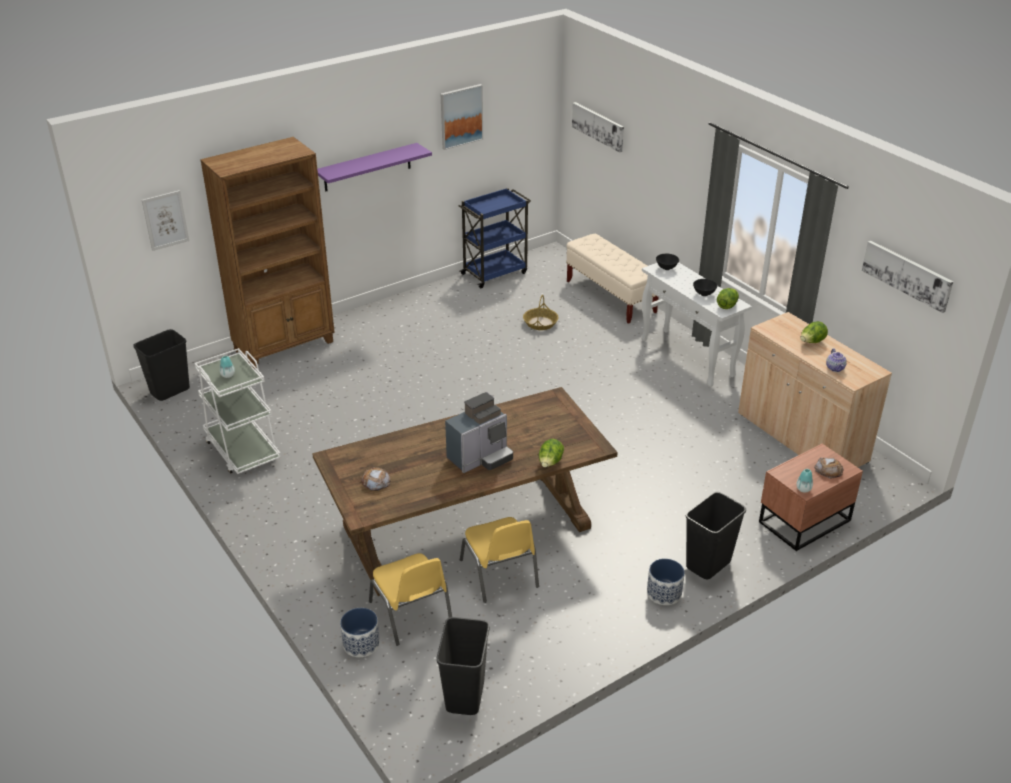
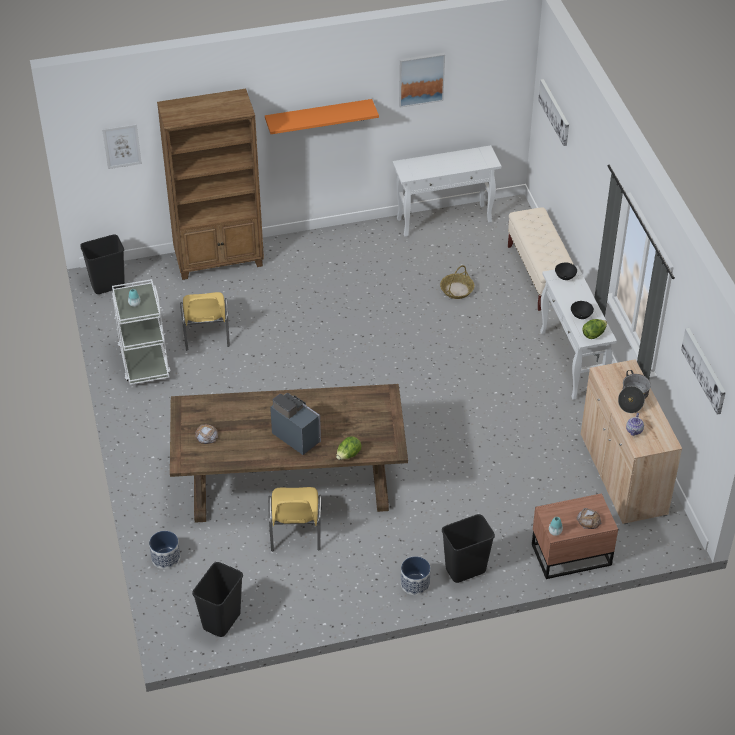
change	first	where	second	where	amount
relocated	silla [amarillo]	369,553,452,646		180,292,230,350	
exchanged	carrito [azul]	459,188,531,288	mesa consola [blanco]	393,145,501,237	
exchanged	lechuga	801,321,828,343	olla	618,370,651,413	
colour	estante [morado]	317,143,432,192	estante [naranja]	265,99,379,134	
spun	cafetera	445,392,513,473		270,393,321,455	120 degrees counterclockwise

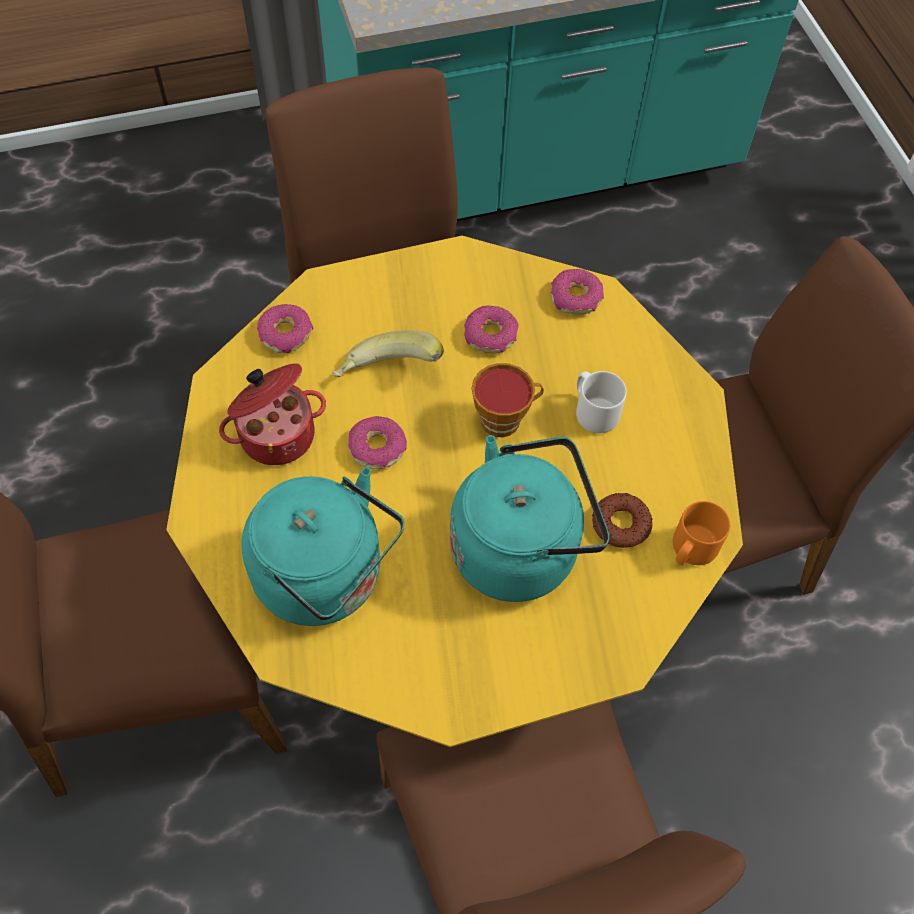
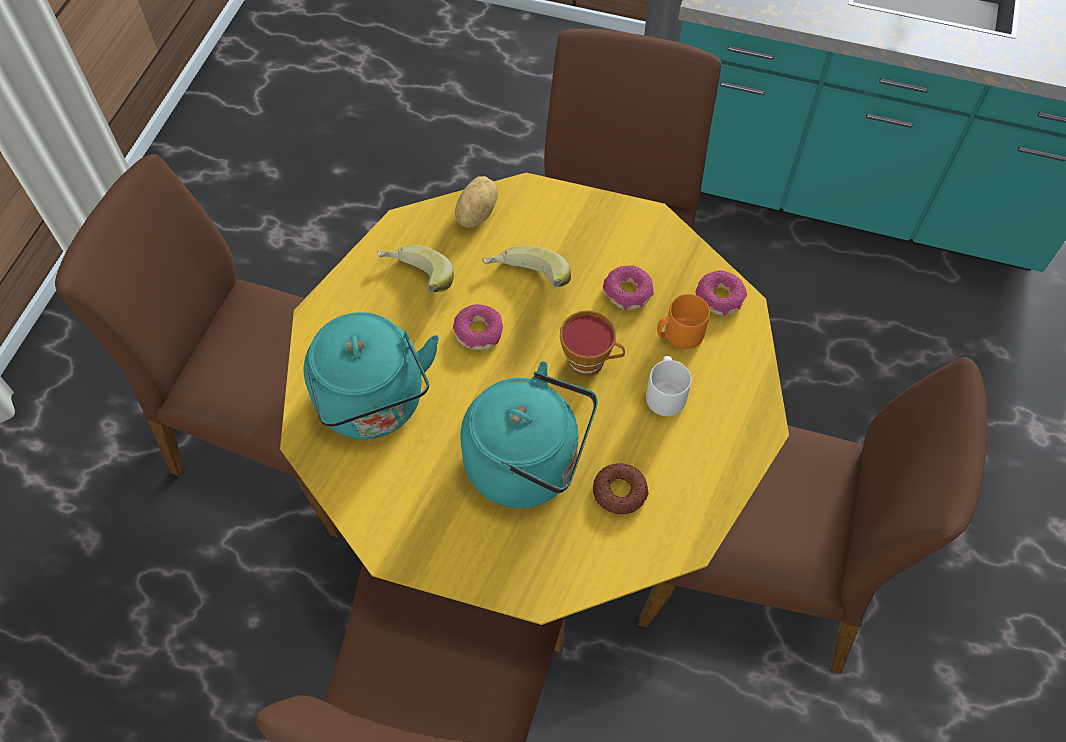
change	first	where	second	where	amount
relocated	taza grande [naranja]	673,501,730,565		657,294,710,349	
exchanged	olla	219,363,326,465	plátano	377,245,454,292	
exchanged	rosquilla	257,304,313,353	patata	455,176,498,227	

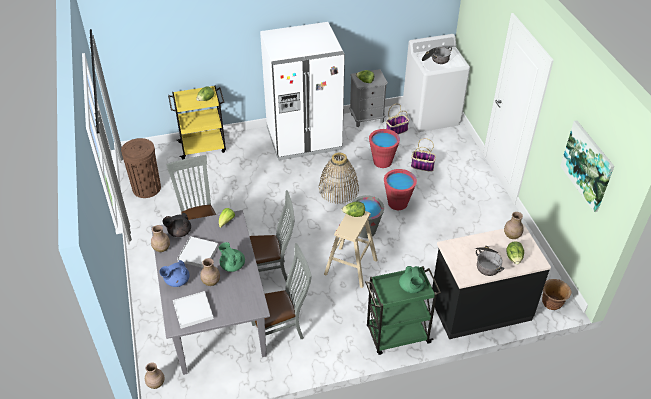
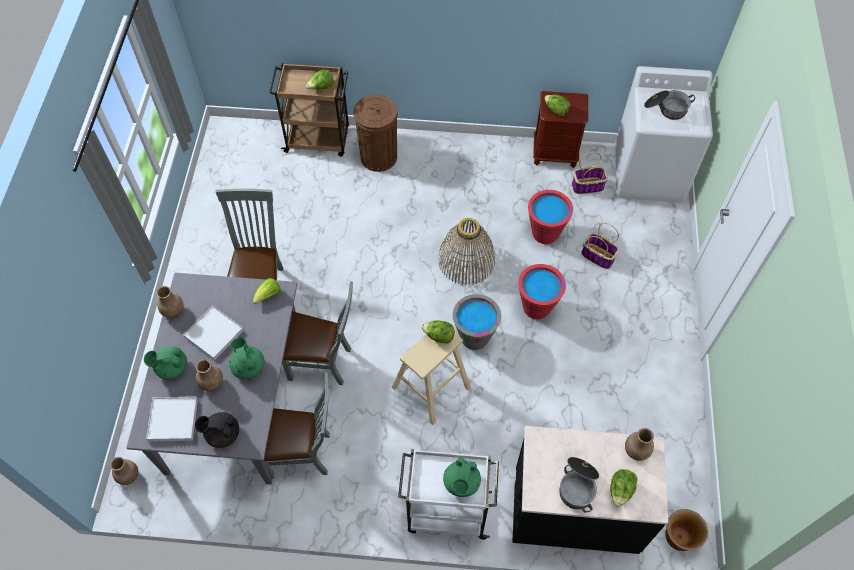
change	first	where	second	where	amount
missing	nevera [blanco]	260,22,345,160			
missing	cuadro	560,121,614,212			
relocated	papelera [marrón]	121,138,161,198		354,95,398,172	
relocated	tetera [negro]	162,213,191,237		195,412,239,448	
colour	tetera [azul]	159,260,189,287	tetera [verde]	144,346,187,380	
colour	carrito [amarillo]	168,85,226,159	carrito [marrón]	269,63,349,157	
colour	mesita de noche [gris]	349,69,388,127	mesita de noche [marrón]	533,91,588,168	
colour	carrito [verde]	365,266,441,355	carrito [blanco]	398,449,499,540	

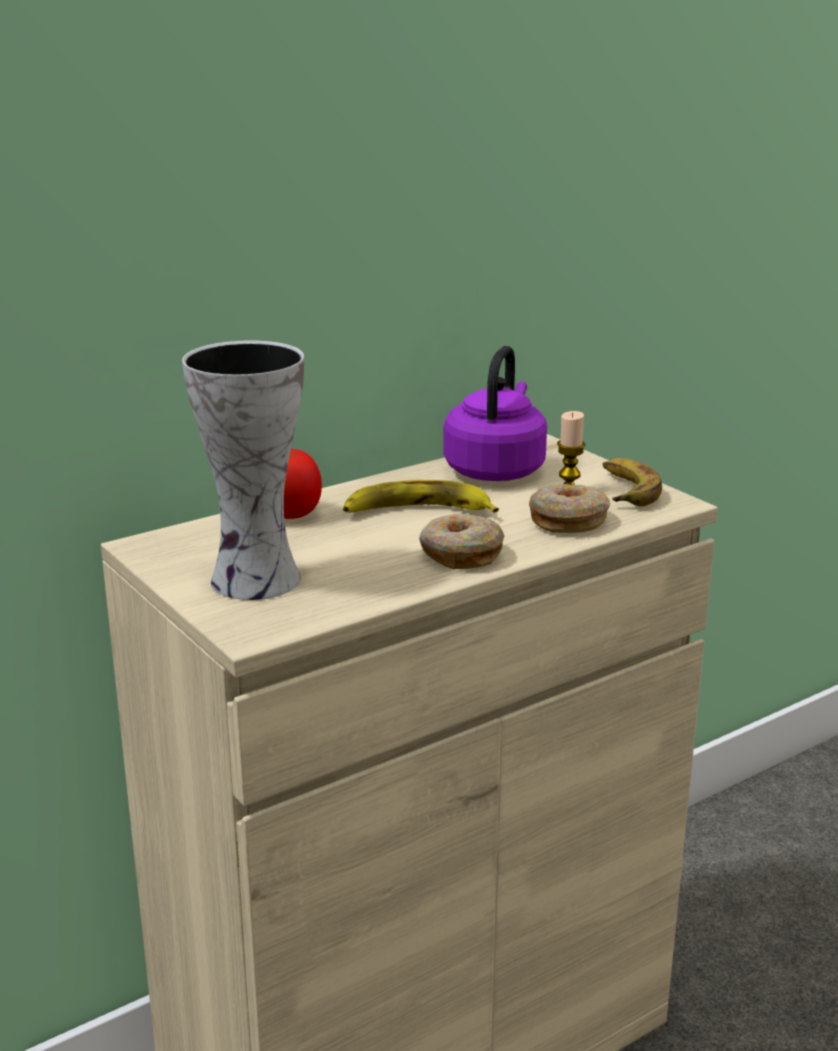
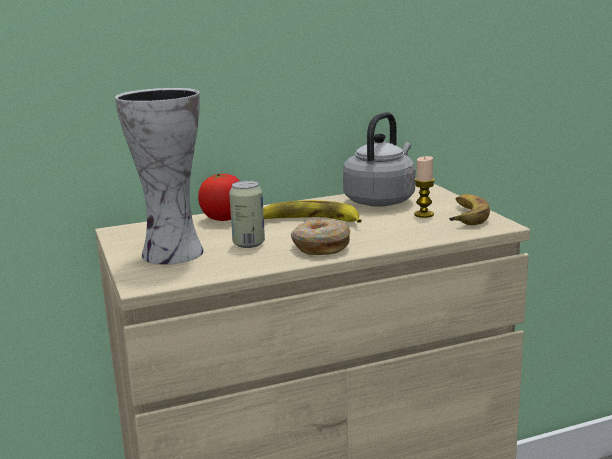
change	first	where	second	where	amount
missing	rosquilla	529,484,610,533			
appeared			lata	229,180,265,248	
colour	hervidor [morado]	443,345,547,481	hervidor [gris]	343,112,415,207	

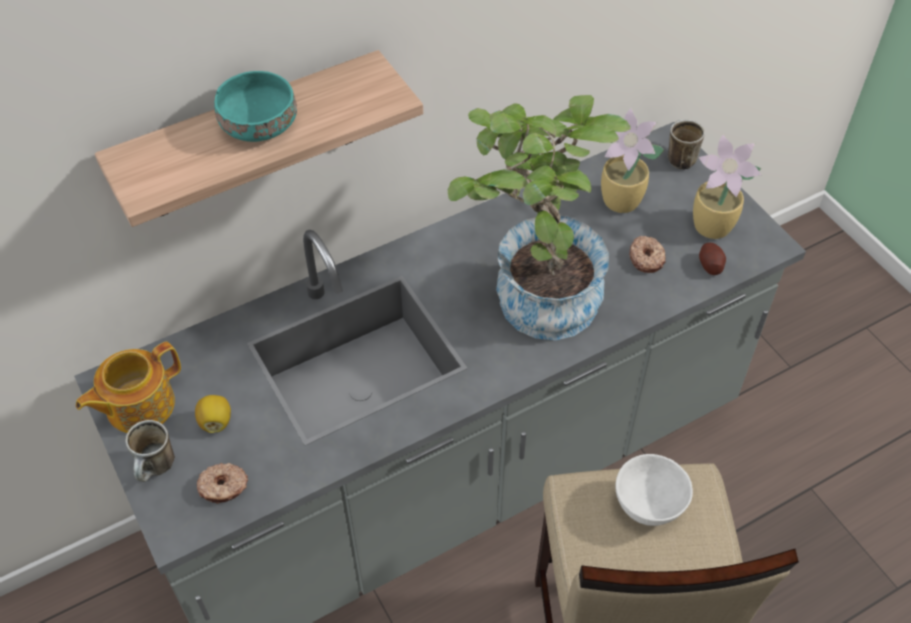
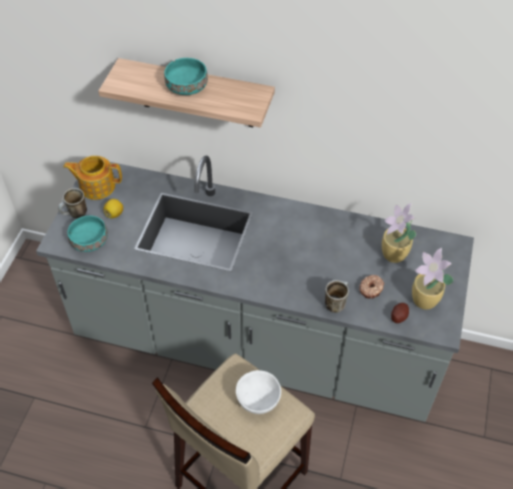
change	first	where	second	where	amount
missing	planta en maceta	448,95,631,340			
relocated	taza grande	668,120,705,170		325,280,349,313	
exchanged	rosquilla	197,463,248,504	cuenco [turquesa]	67,215,108,252	

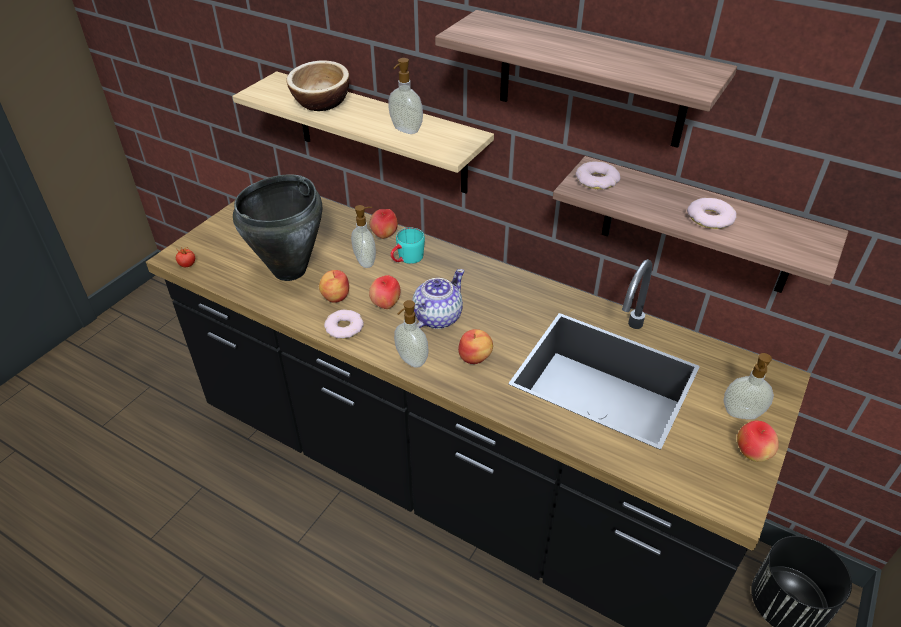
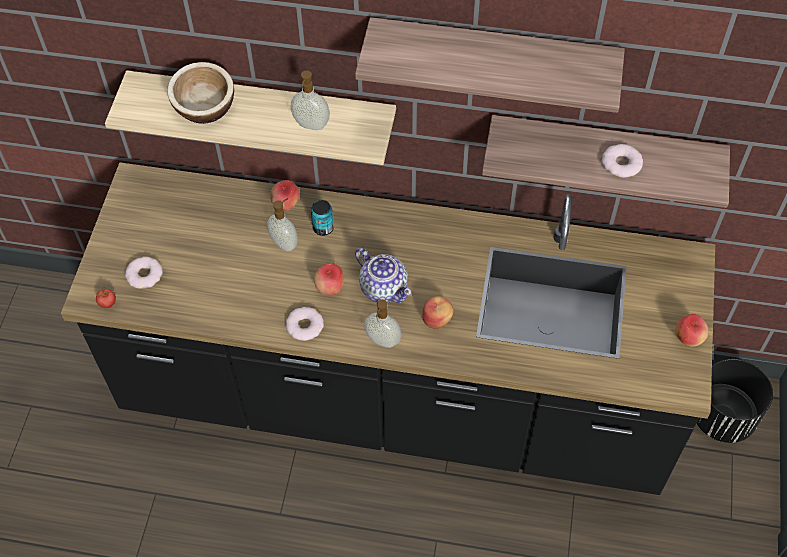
change	first	where	second	where	amount
missing	olla [negro]	233,174,322,281			
missing	manzana	319,270,349,303			
missing	dispensador de jabón	724,353,774,420			
relocated	rosquilla	575,161,620,189		125,257,163,289	
exchanged	taza grande [turquesa]	391,228,425,264	lata	311,200,334,236	
spun	tetera	412,269,464,329		355,248,412,303	120 degrees clockwise

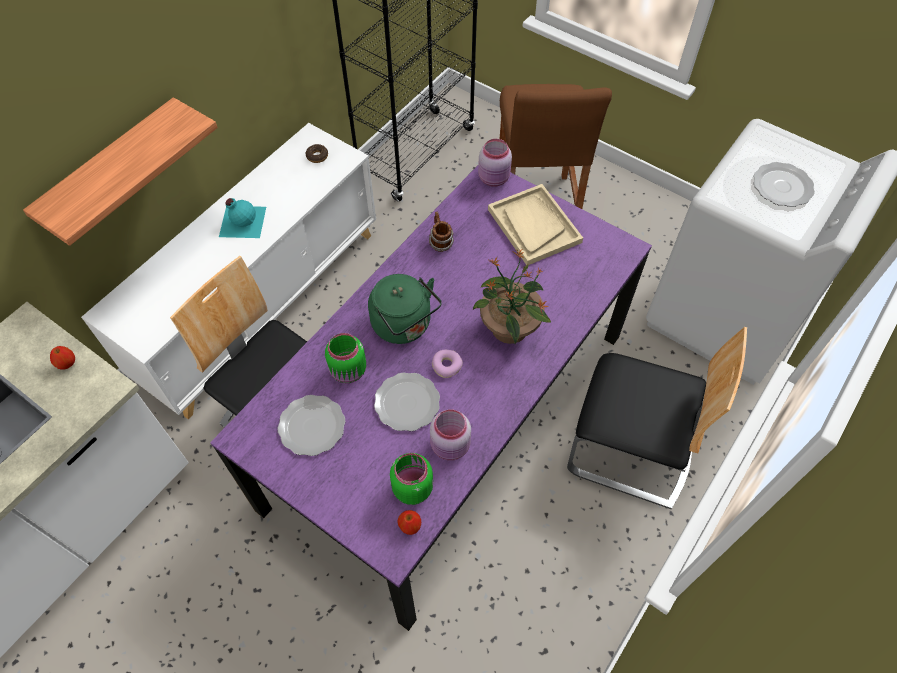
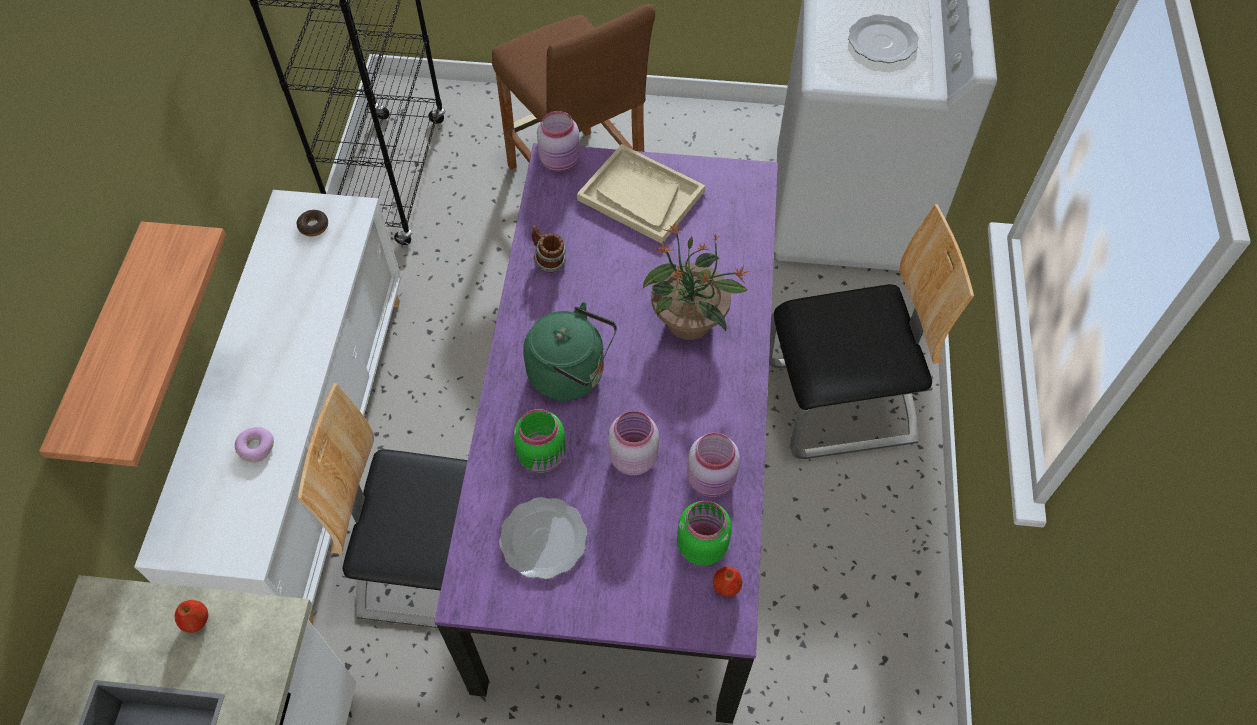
change	first	where	second	where	amount
missing	botella [turquesa]	219,198,266,238			
relocated	rosquilla	432,350,463,378		235,427,274,463	
exchanged	plato	374,372,440,431	tarro [rosa]	608,411,659,475	

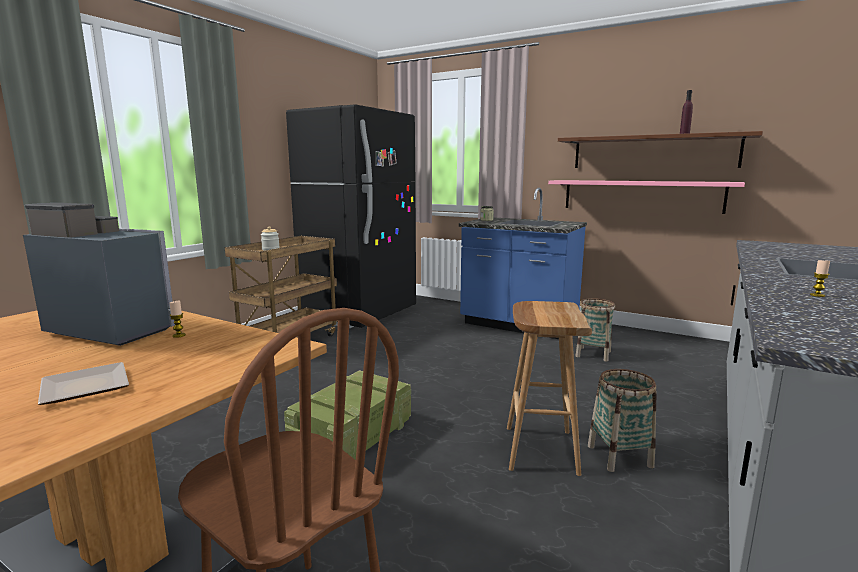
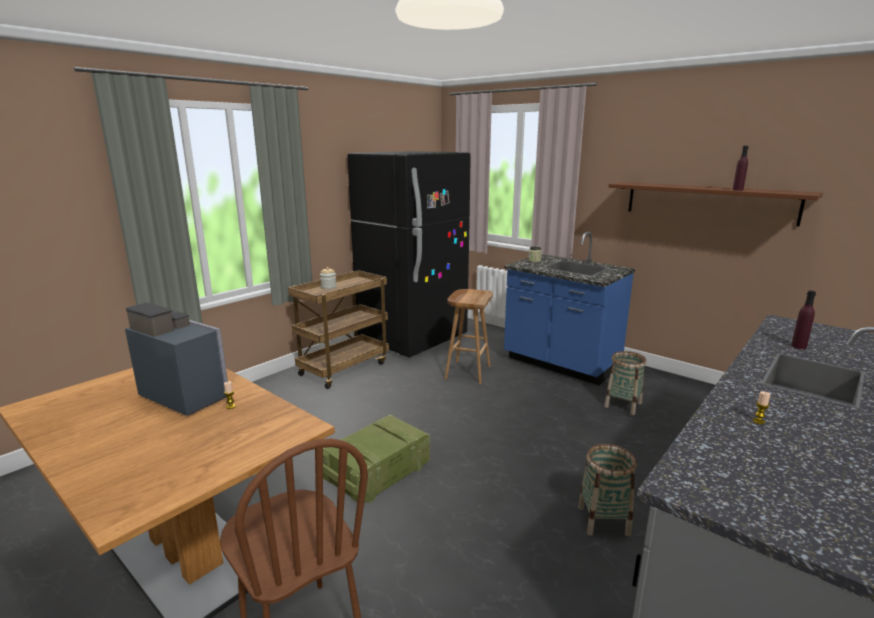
change	first	where	second	where	amount
missing	plato	38,362,129,405			
missing	estante [rosa]	548,180,745,214			
appeared			botella [morado]	791,291,816,349	
relocated	taburete [marrón]	507,301,592,476		444,289,493,384	

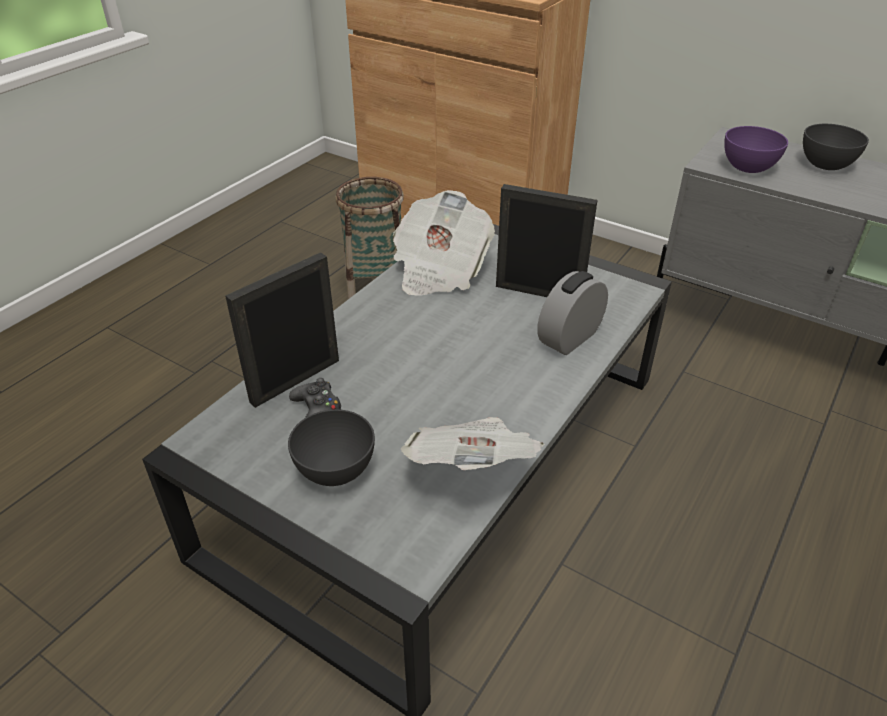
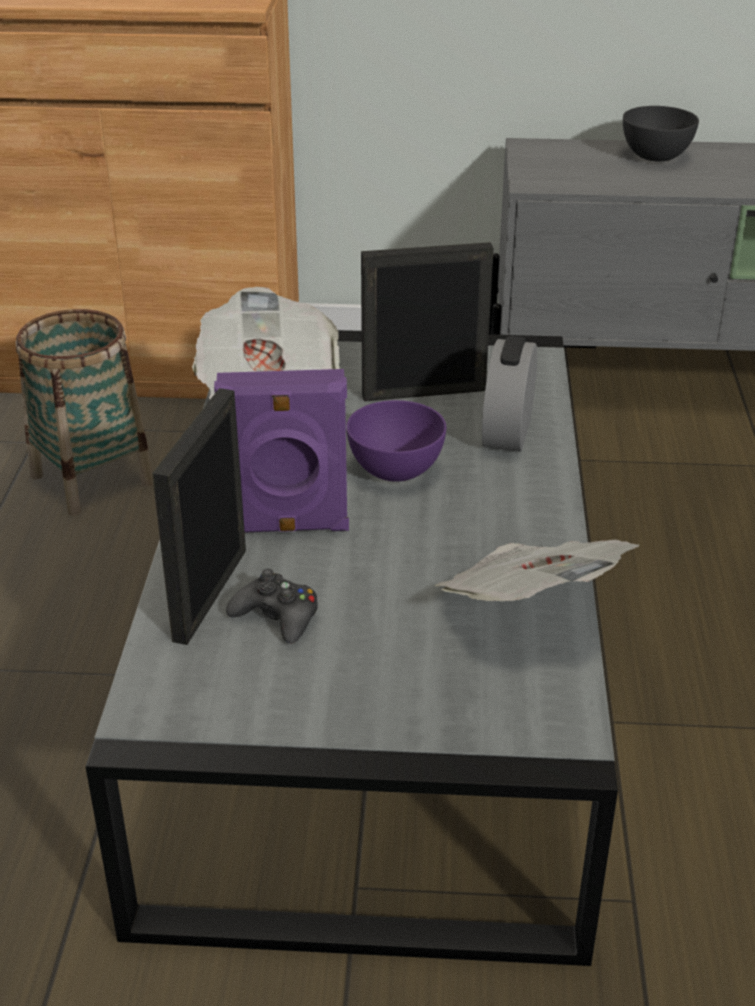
change	first	where	second	where	amount
missing	cuenco [gris]	288,409,375,486			
appeared			altavoz [morado]	214,369,349,532	
relocated	cuenco [morado]	724,126,788,173		346,400,446,482	

